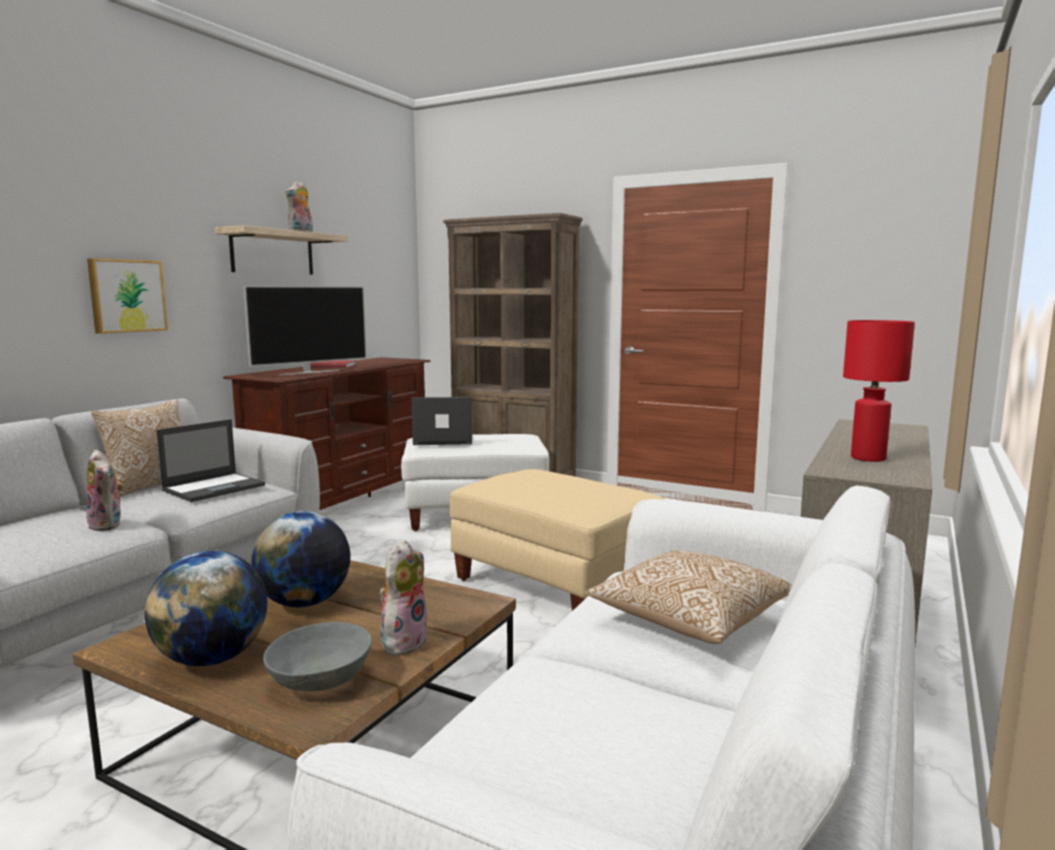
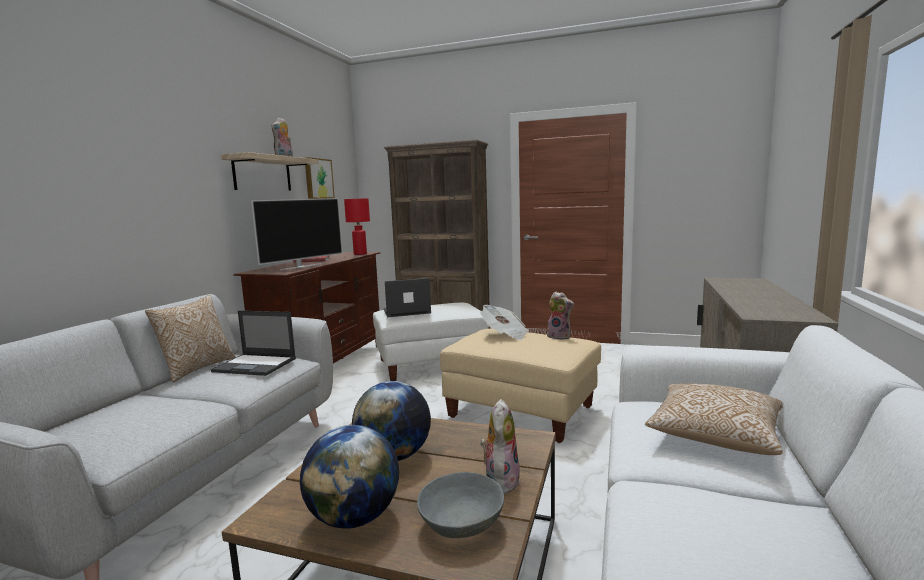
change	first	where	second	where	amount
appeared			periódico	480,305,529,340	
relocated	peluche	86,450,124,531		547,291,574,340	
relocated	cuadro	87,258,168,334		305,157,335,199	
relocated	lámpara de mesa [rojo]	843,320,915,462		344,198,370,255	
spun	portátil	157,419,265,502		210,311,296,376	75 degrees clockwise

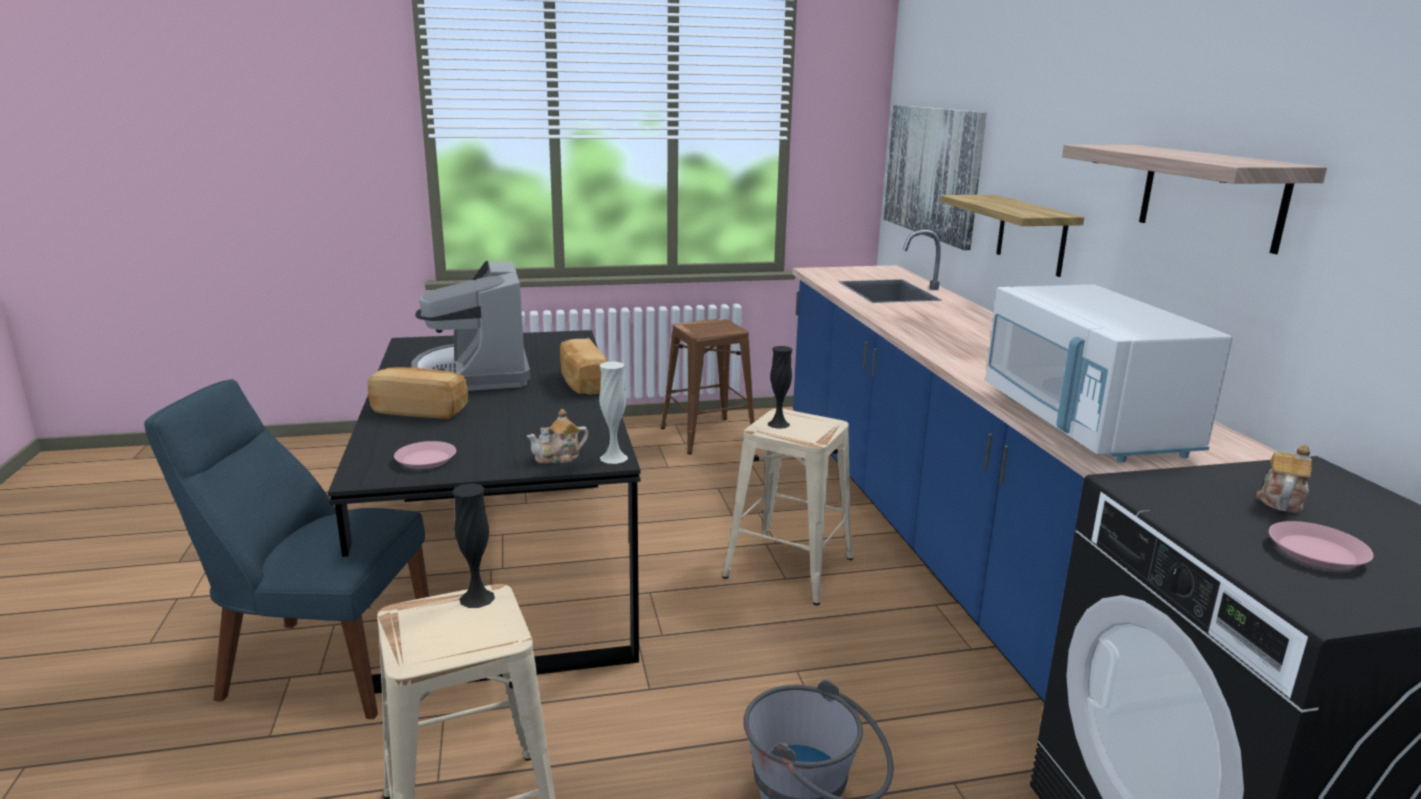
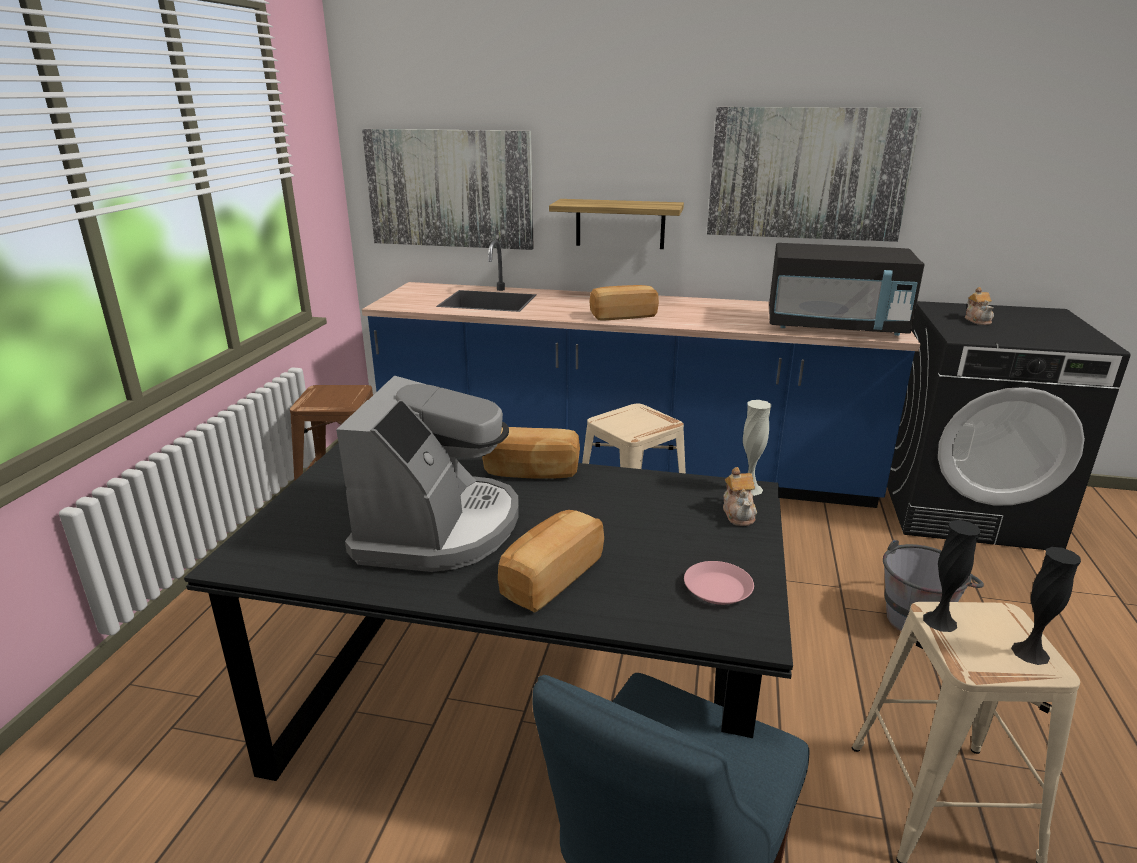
change	first	where	second	where	amount
missing	plato [rosa]	1269,521,1374,569			
appeared			pan	589,285,659,320	
relocated	florero [negro]	768,346,793,429		1011,547,1081,665	
exchanged	estante	1062,145,1327,254	cuadro	707,107,922,242	
colour	microondas [blanco]	985,285,1233,463	microondas [negro]	769,243,925,336	
spun	cafetera	411,261,530,391		336,375,519,572	90 degrees counterclockwise
spun	tetera	1256,445,1312,513		965,287,994,325	150 degrees counterclockwise

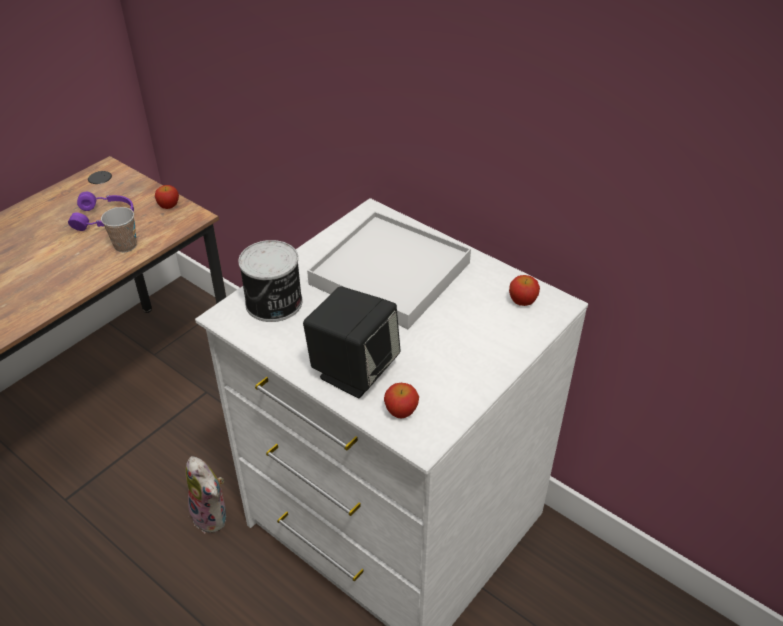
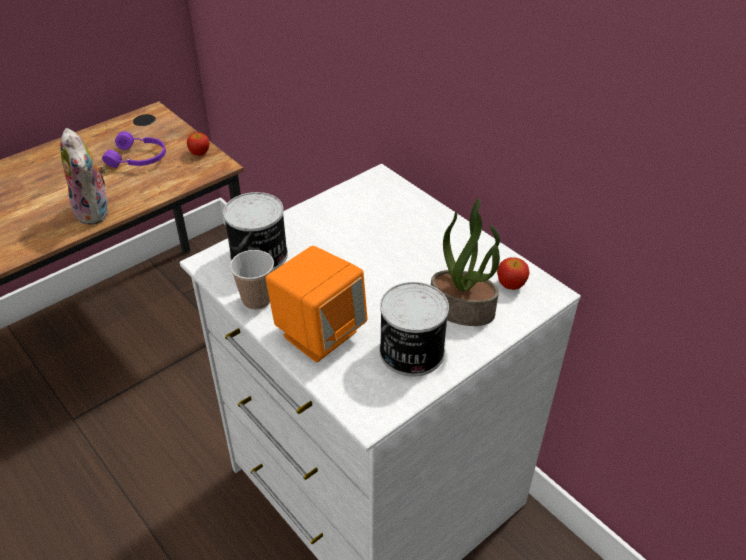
change	first	where	second	where	amount
missing	bandeja [blanco]	307,211,471,329			
missing	manzana	384,383,419,418			
appeared			lata	380,282,449,376	
appeared			planta en maceta	431,199,500,326	
relocated	taza	101,207,137,252		230,250,274,310	
relocated	peluche	186,456,226,534		60,128,109,225	
colour	altavoz [negro]	303,286,401,398	altavoz [naranja]	266,246,368,362	

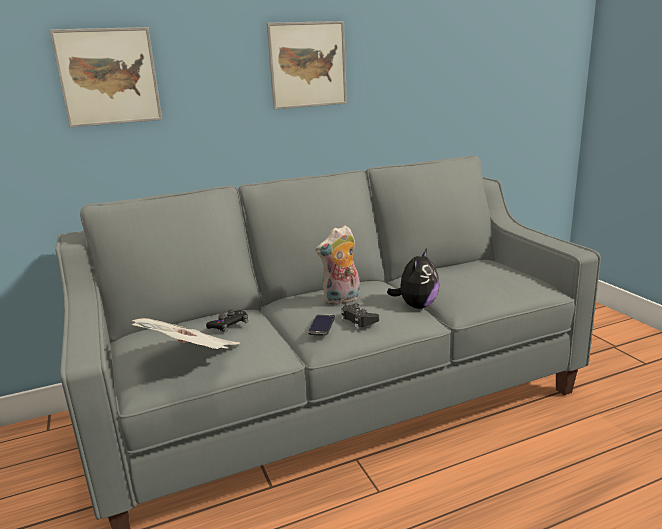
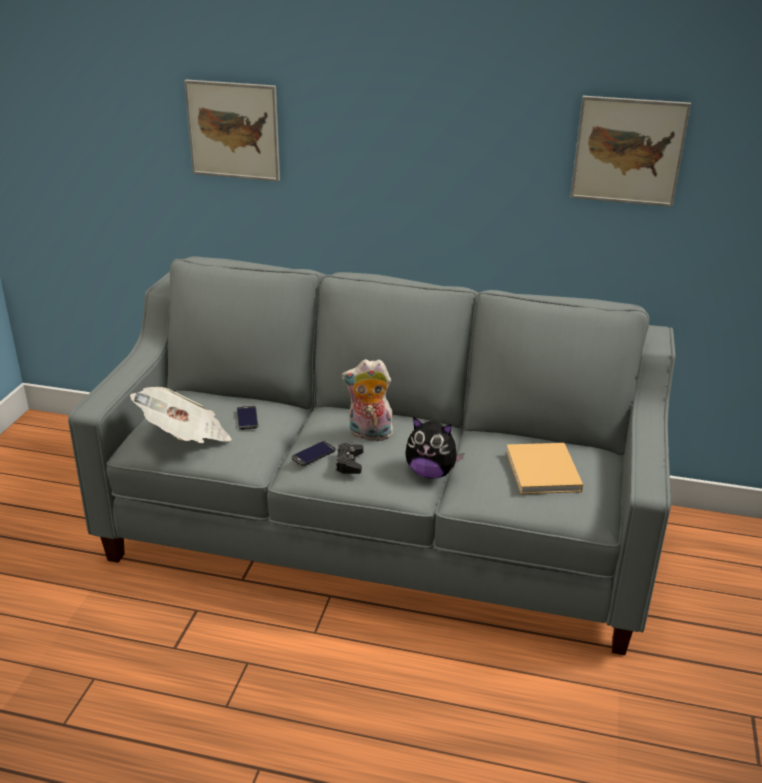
change	first	where	second	where	amount
appeared			libro [beis]	506,443,583,494	
relocated	cuadro	266,21,347,109		570,96,691,207	
exchanged	mando de consola [negro]	206,309,248,333	móvil	237,405,258,430	
spun	peluche	387,249,439,309		405,417,464,479	45 degrees clockwise

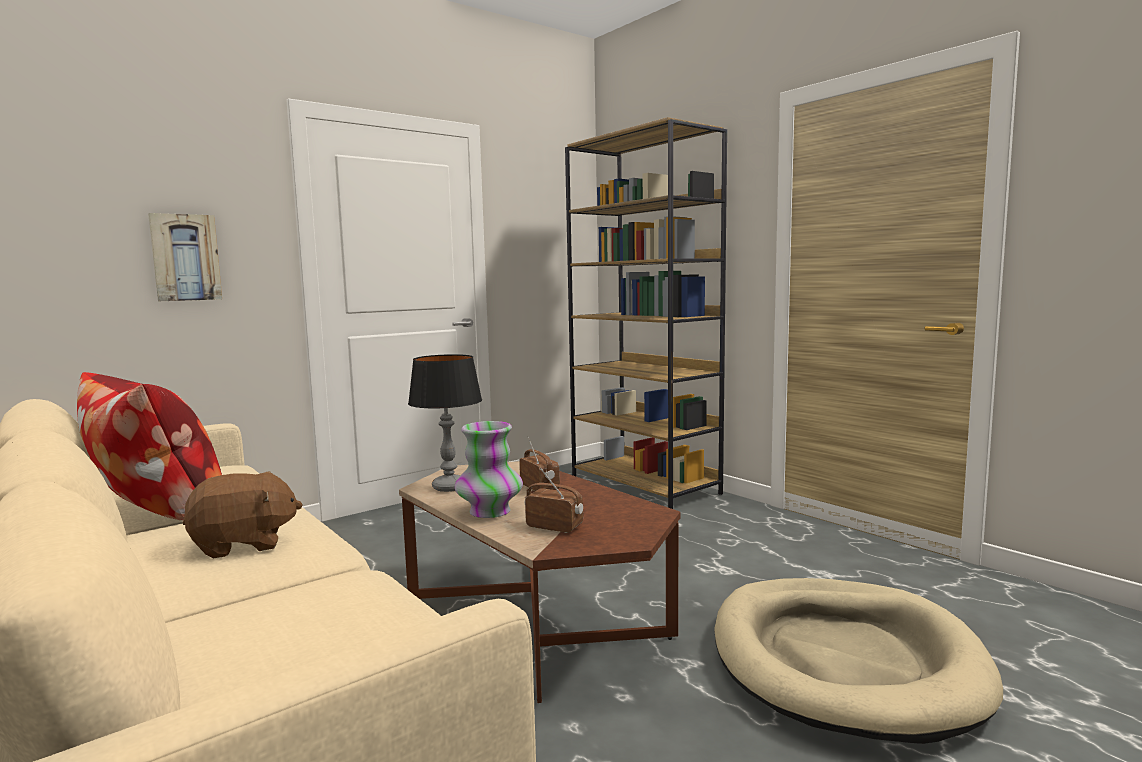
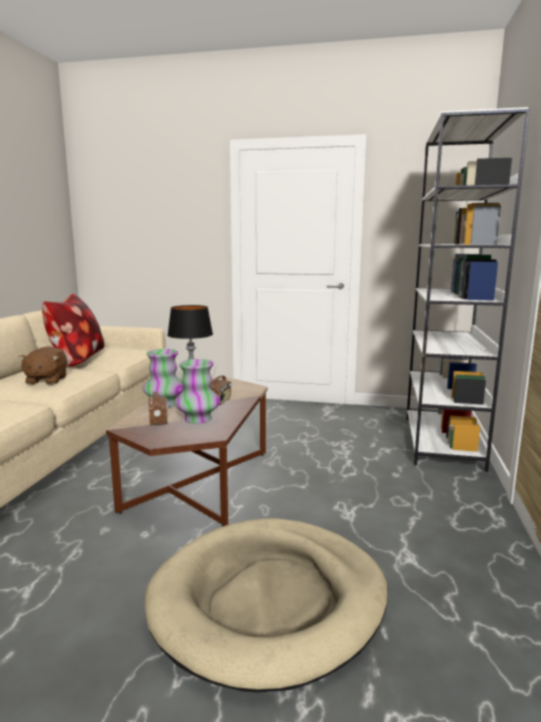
change	first	where	second	where	amount
missing	cuadro	148,213,222,301			
appeared			florero	175,359,221,424	
colour	estantería [marrón]	565,117,727,509	estantería [blanco]	406,107,530,472	
spun	peluche [marrón]	183,471,303,559		18,346,67,385	60 degrees clockwise

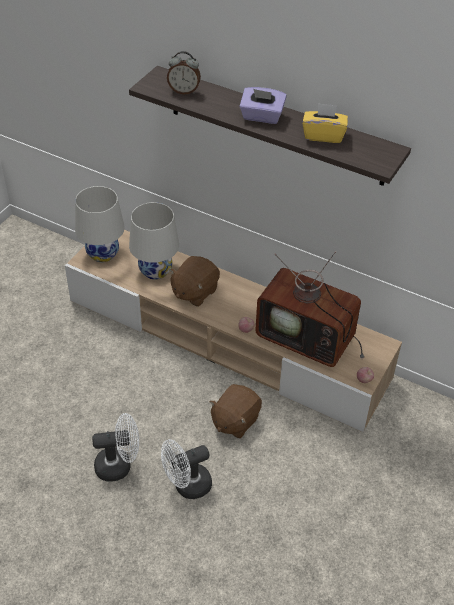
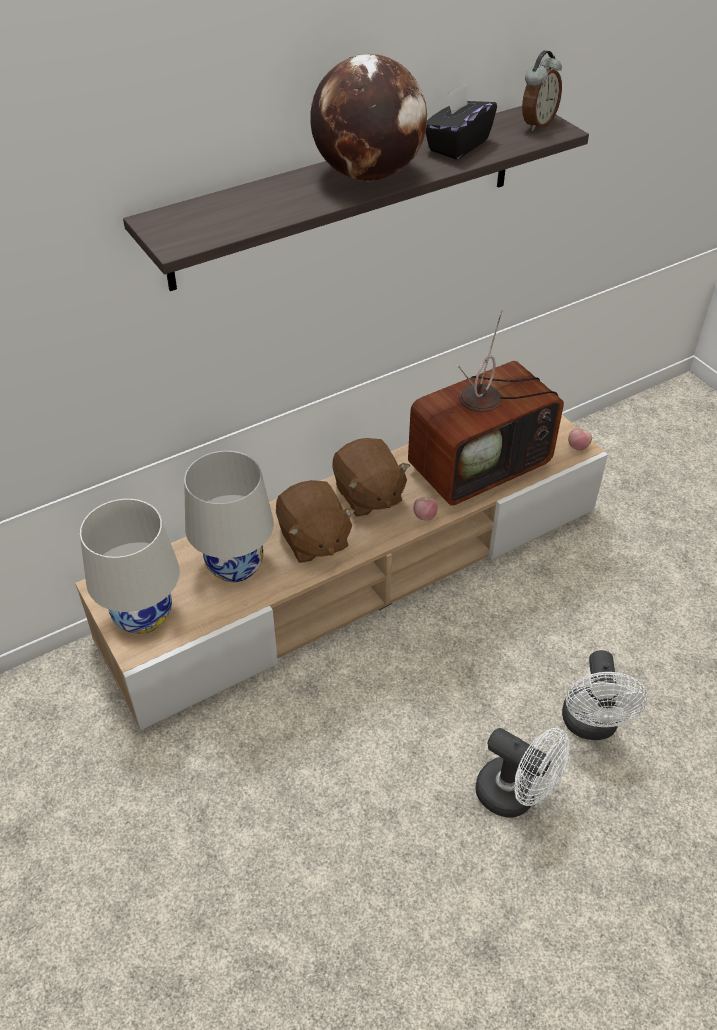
change	first	where	second	where	amount
relocated	despertador	167,51,201,94		522,50,562,131	
relocated	peluche [marrón]	209,384,262,438		332,438,410,517	
exchanged	caja de pañuelos [morado]	239,87,287,124	globo terráqueo	310,54,427,181	
colour	caja de pañuelos [amarillo]	302,103,348,143	caja de pañuelos [negro]	425,85,497,159	
spun	ventilador [blanco]	92,413,139,481		475,728,569,818	105 degrees clockwise

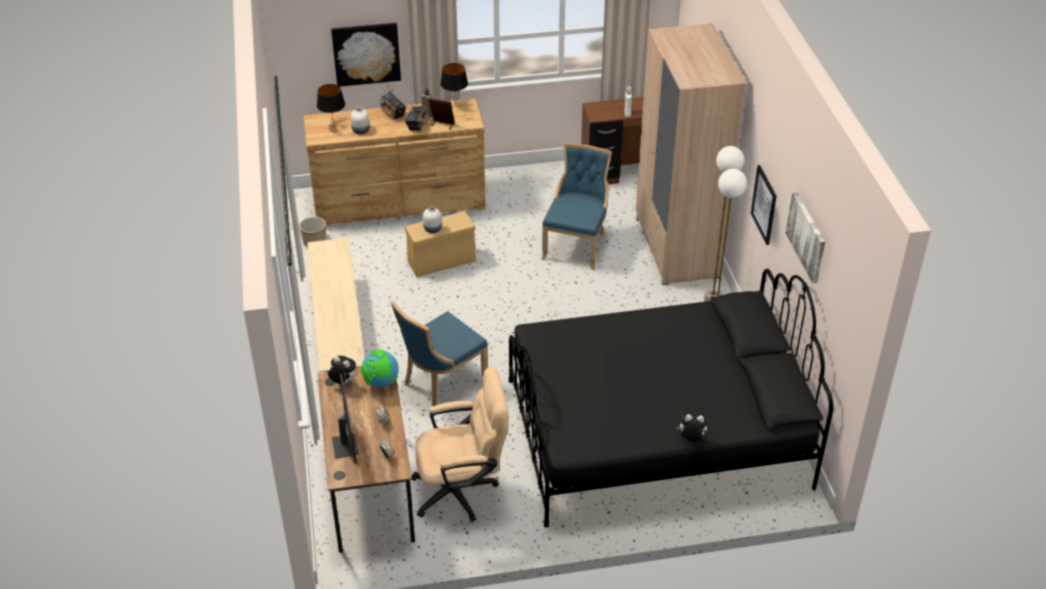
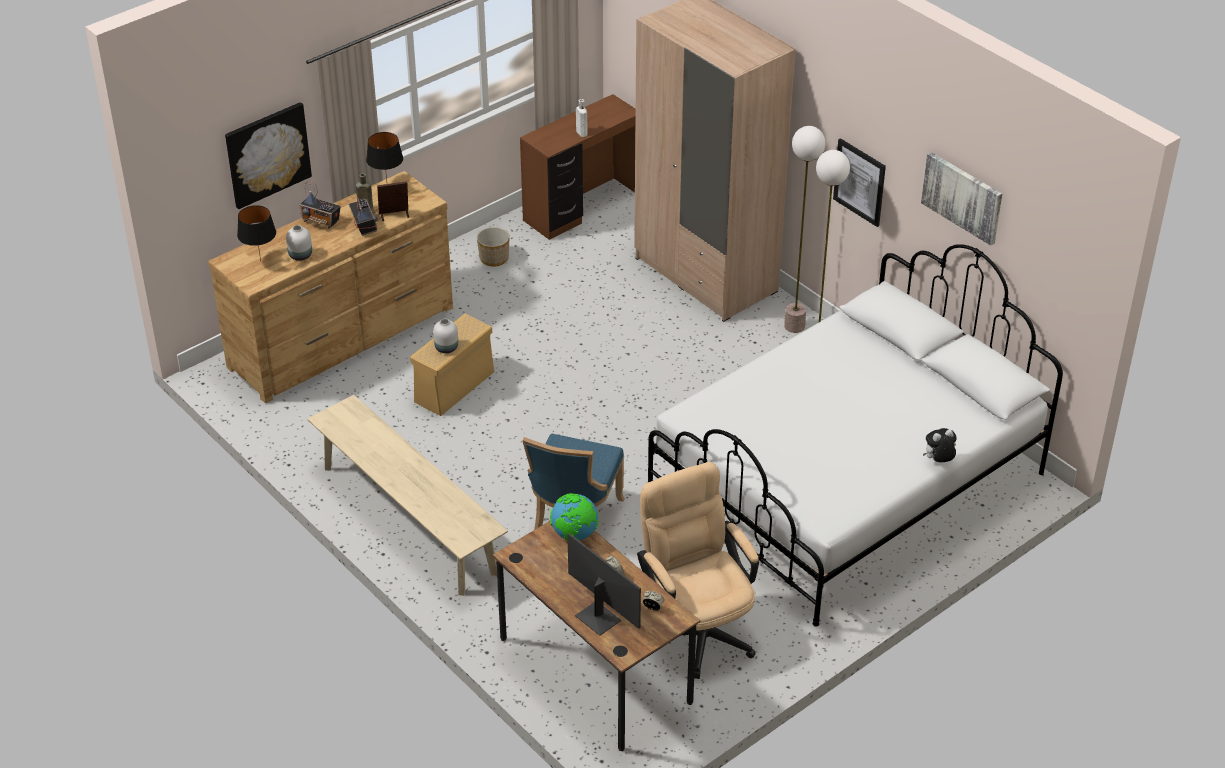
change	first	where	second	where	amount
missing	peluche	328,356,356,384			
missing	silla [azul]	541,143,612,270			
relocated	maceta	299,217,326,247		477,227,510,267	
colour	cama [negro]	509,269,834,528	cama [blanco]	648,244,1063,627	
spun	silla de oficina [beis]	411,367,509,522		637,462,759,679	75 degrees counterclockwise

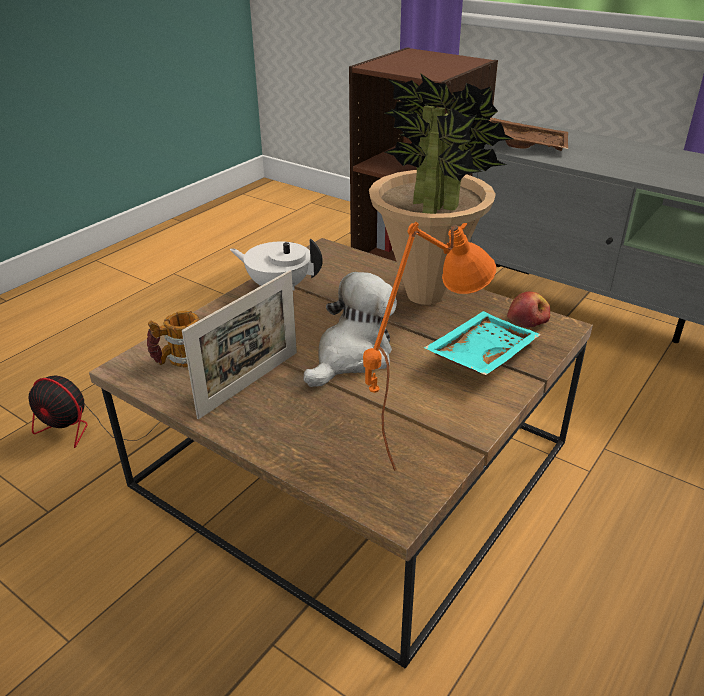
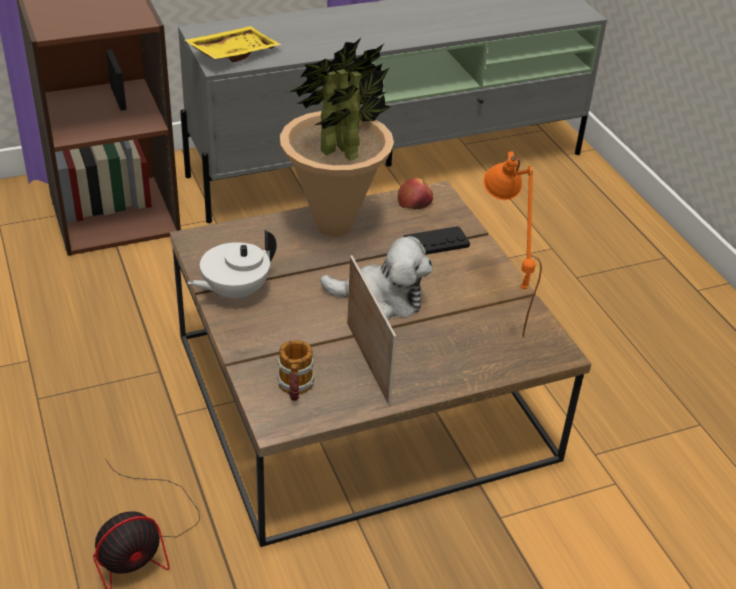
change	first	where	second	where	amount
exchanged	bandeja [turquesa]	424,311,541,375	mando de consola [negro]	403,226,470,255	
colour	bandeja [marrón]	489,117,568,151	bandeja [amarillo]	184,26,281,62	
spun	peluche	304,272,397,387		320,236,432,320	120 degrees clockwise

